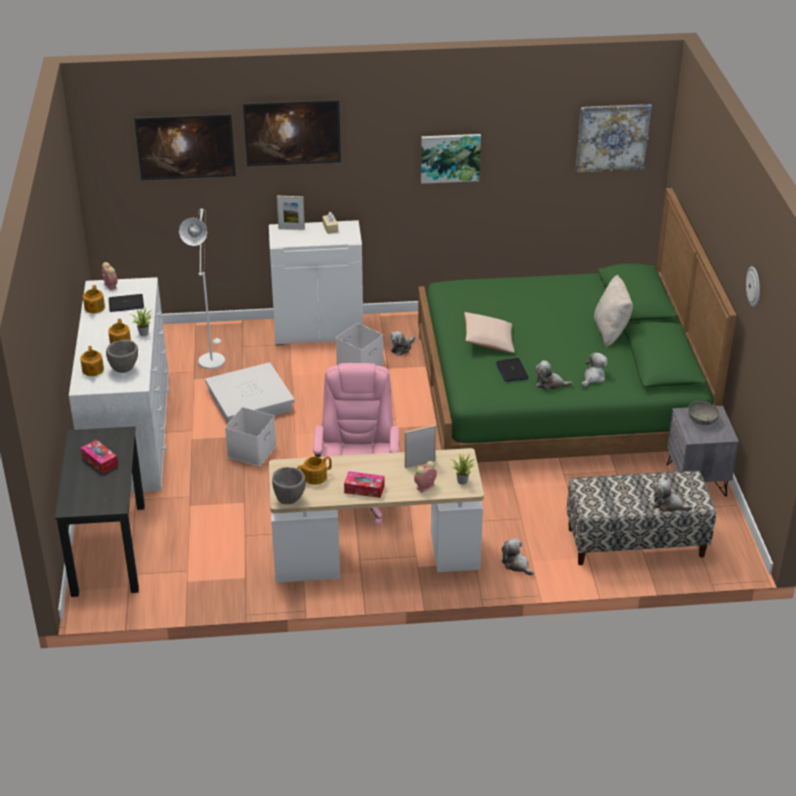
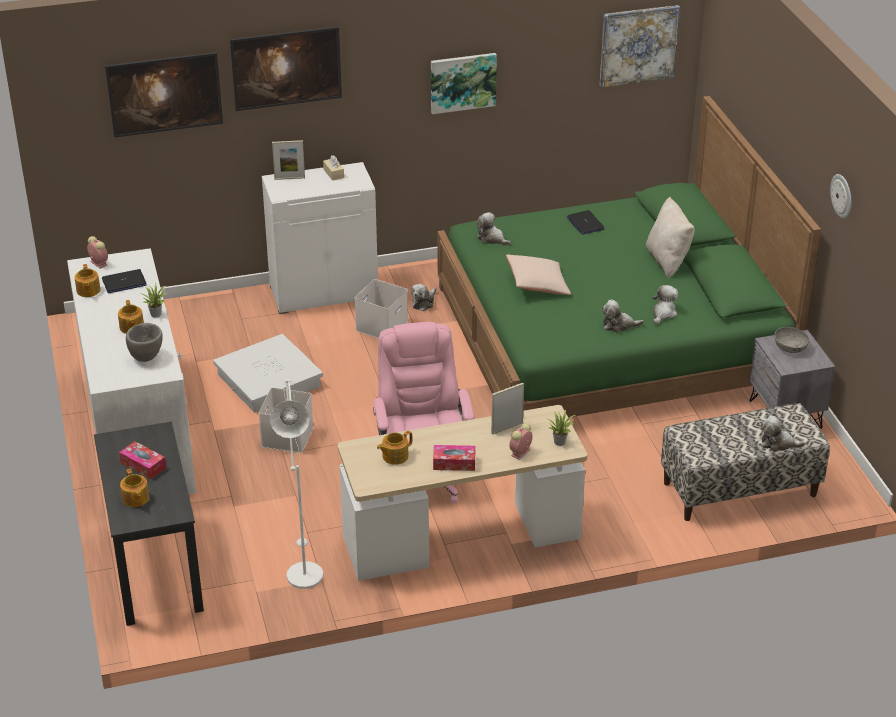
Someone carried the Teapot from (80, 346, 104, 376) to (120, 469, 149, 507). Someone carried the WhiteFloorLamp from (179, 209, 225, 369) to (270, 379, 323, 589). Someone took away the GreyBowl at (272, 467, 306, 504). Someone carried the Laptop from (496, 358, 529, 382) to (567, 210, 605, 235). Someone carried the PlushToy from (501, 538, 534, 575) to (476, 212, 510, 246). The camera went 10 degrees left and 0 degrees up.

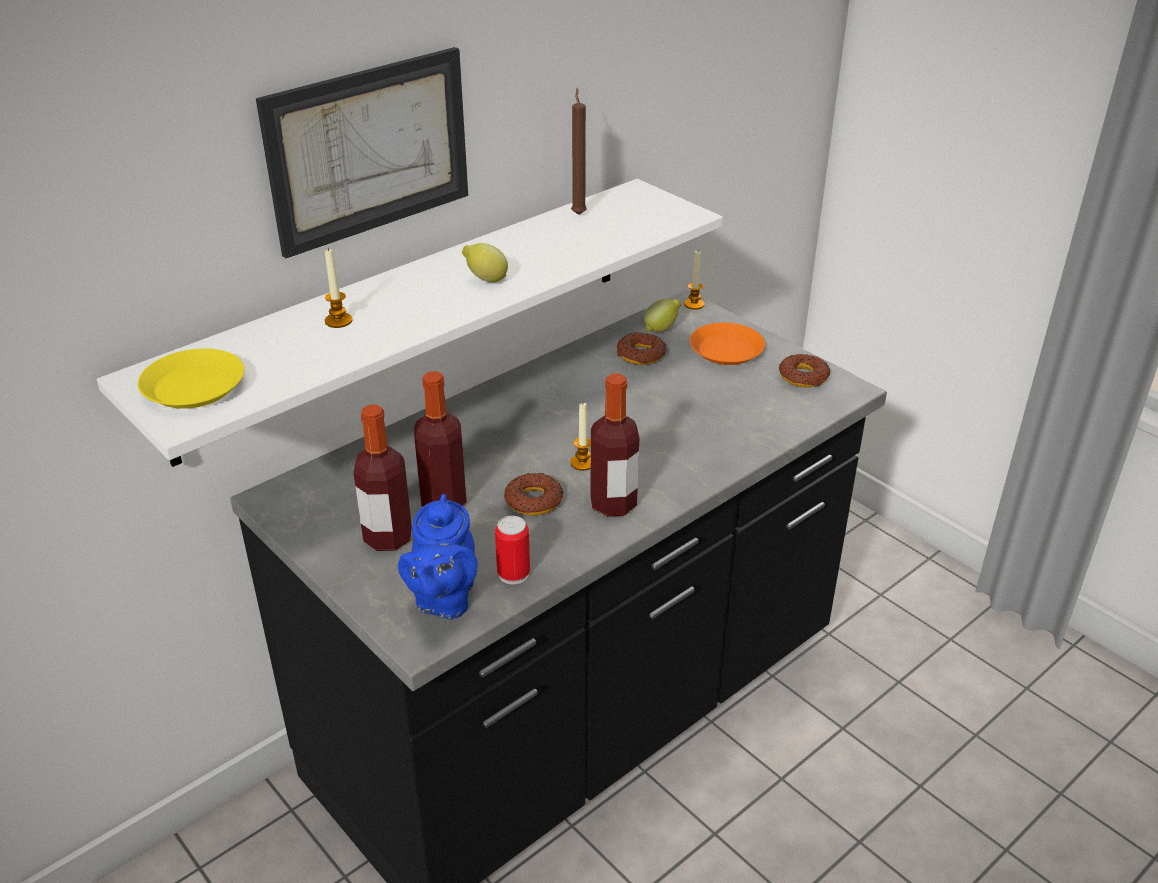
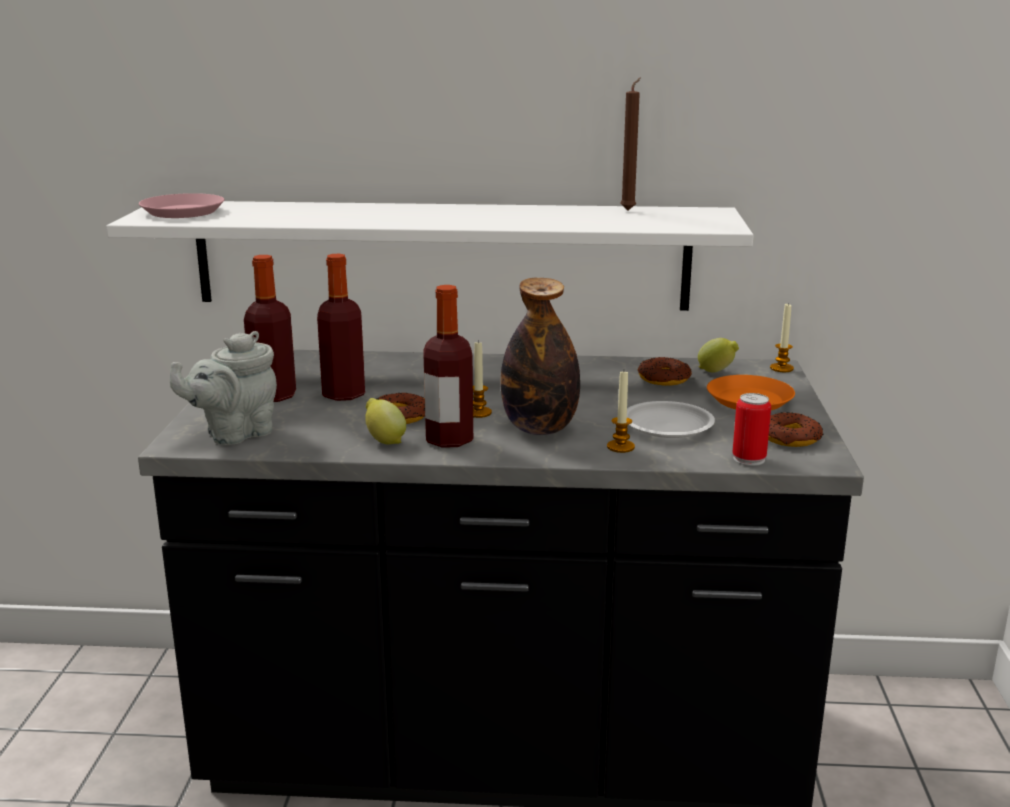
Someone repainted the YellowPlate at (138, 348, 244, 409), which became the PinkPlate at (139, 193, 224, 218). Someone took away the Picture at (256, 47, 468, 258). Someone carried the Candle from (325, 248, 352, 328) to (607, 372, 635, 453). Someone repainted the BlueTeapot at (398, 494, 477, 619), which became the GreyTeapot at (170, 331, 277, 445). Someone carried the Lemon from (462, 243, 508, 282) to (365, 398, 406, 445). Someone carried the Can from (495, 516, 530, 585) to (732, 393, 771, 466). Someone put down the Bottle at (500, 278, 580, 435). Someone put down the WhitePlate at (627, 401, 715, 438). The camera went 45 degrees right and 15 degrees down.

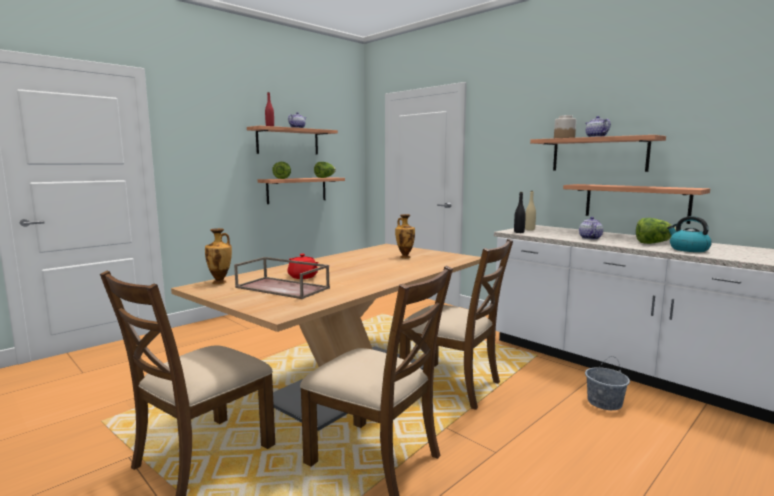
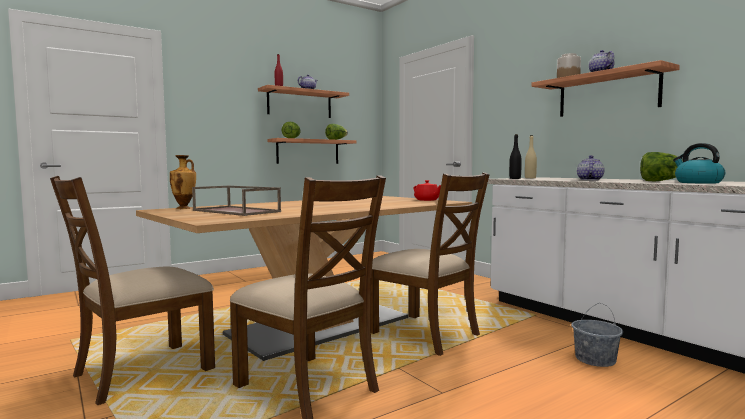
Someone carried the RedTeapot from (288, 254, 319, 279) to (414, 180, 441, 201). Someone took away the Vase at (395, 214, 415, 258). Someone took away the Shelf at (563, 184, 710, 224). The camera went 10 degrees right and 5 degrees down.

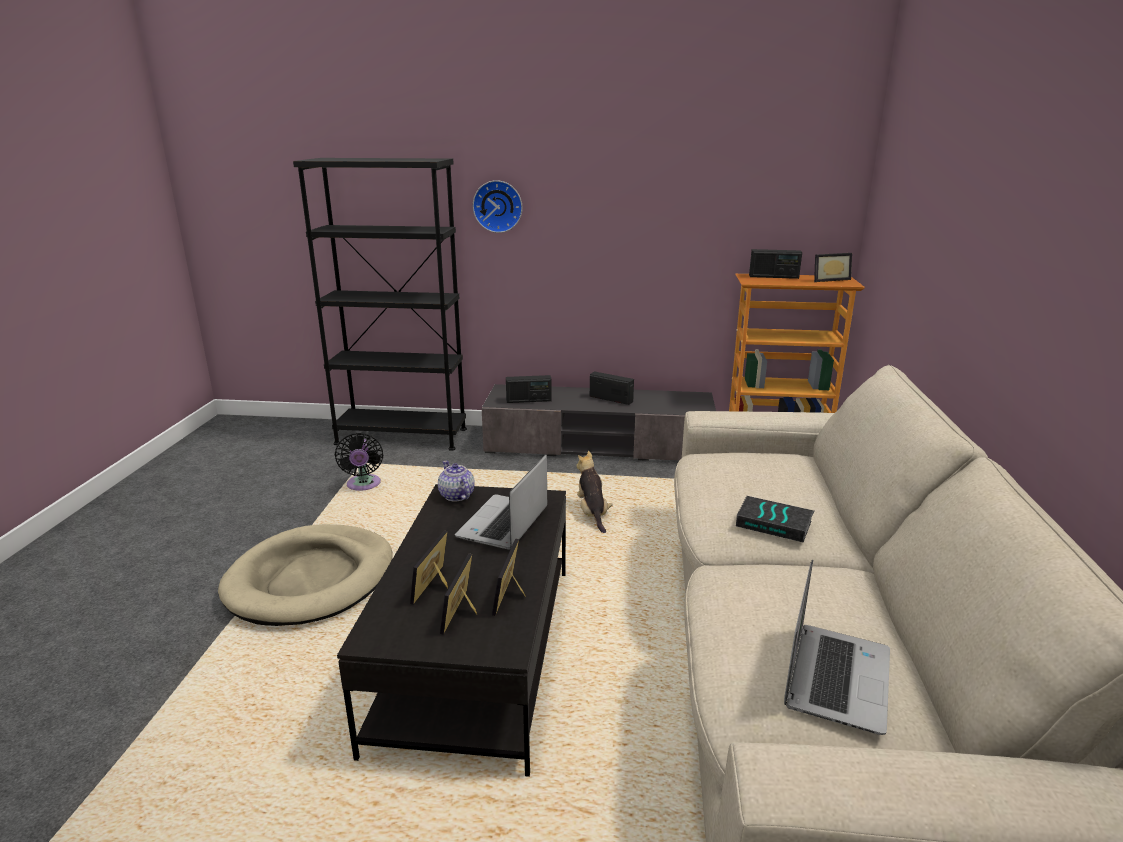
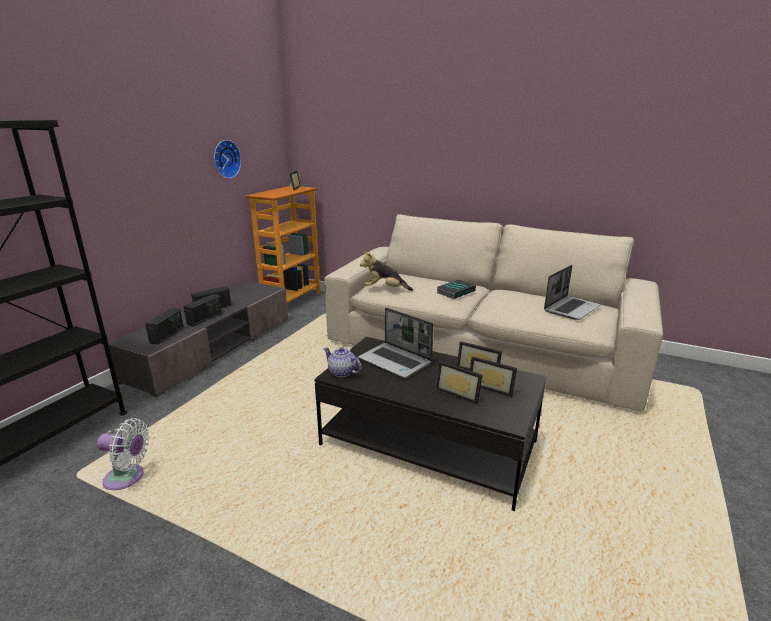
Someone took away the BeigeDogBed at (218, 524, 392, 626). Someone repainted the BlackFan at (335, 433, 383, 491), which became the WhiteFan at (96, 418, 149, 490). Someone rotated the Teapot at (438, 461, 475, 502) by 45 degrees clockwise. Someone carried the WallClock from (473, 180, 522, 233) to (214, 140, 241, 179). Someone carried the PlushToy from (576, 451, 613, 533) to (360, 251, 413, 291). Someone carried the Radio from (749, 249, 802, 279) to (184, 294, 222, 326). Someone rotated the Laptop at (784, 559, 890, 735) by 90 degrees clockwise. The camera went 70 degrees left and 0 degrees up.

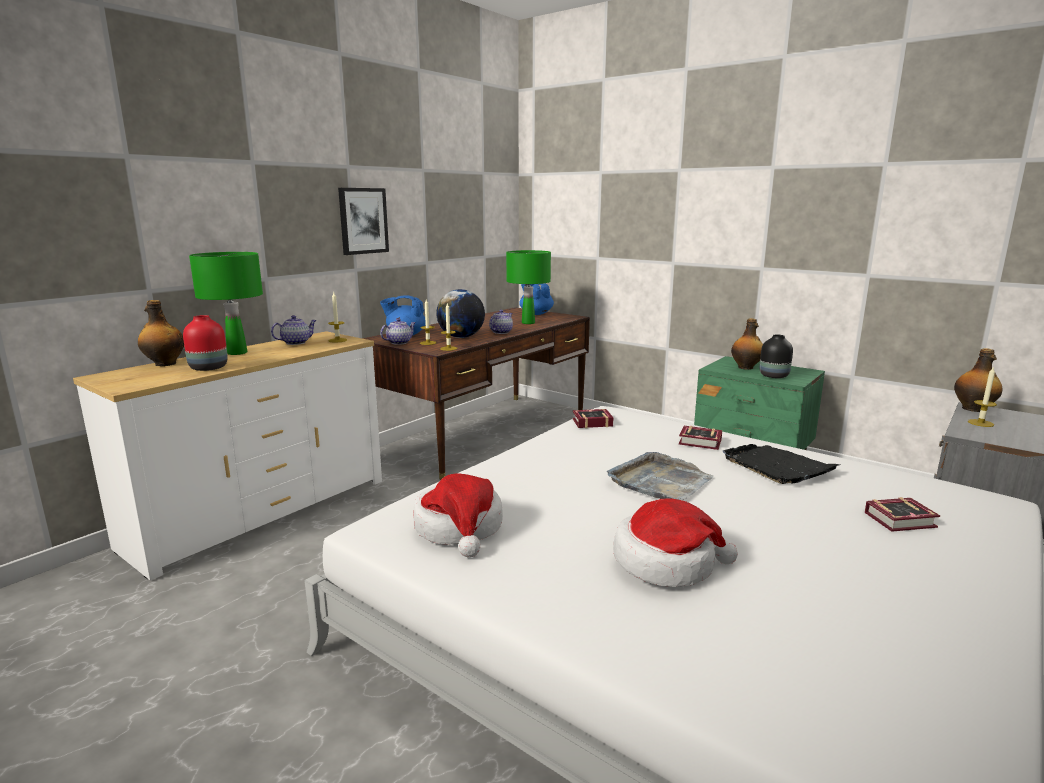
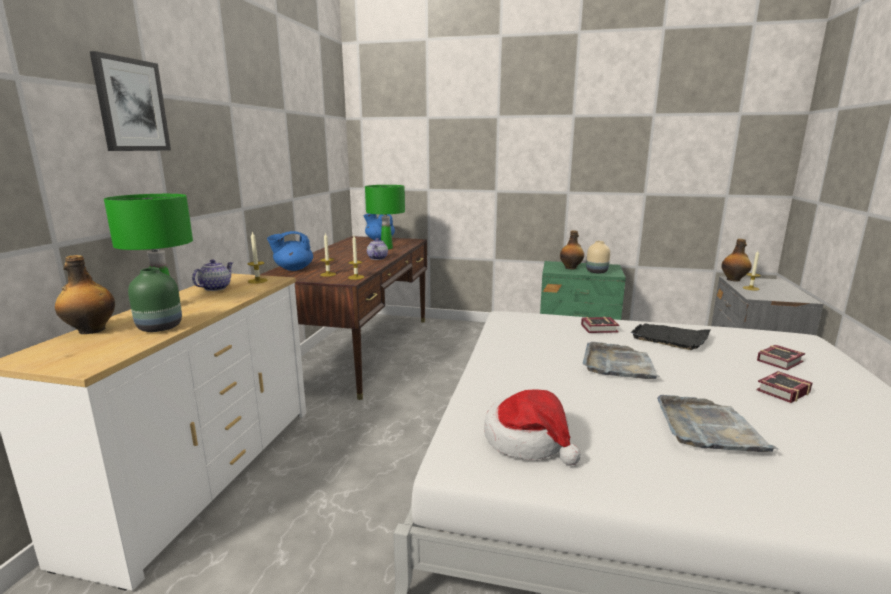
Someone repainted the RedVase at (183, 315, 228, 371), which became the GreenVase at (128, 267, 182, 332). Someone carried the Picture from (338, 188, 389, 255) to (90, 51, 171, 151). Someone took away the Teapot at (380, 318, 416, 345). Someone took away the Globe at (436, 289, 485, 338). Someone carried the Book from (572, 409, 613, 428) to (756, 371, 812, 403). Someone swapped the Hat at (613, 498, 738, 587) for the GreyTray at (657, 395, 779, 452). Someone repainted the BlackVase at (760, 335, 793, 378), which became the BeigeVase at (586, 241, 610, 273). The camera went 25 degrees left and 0 degrees up.

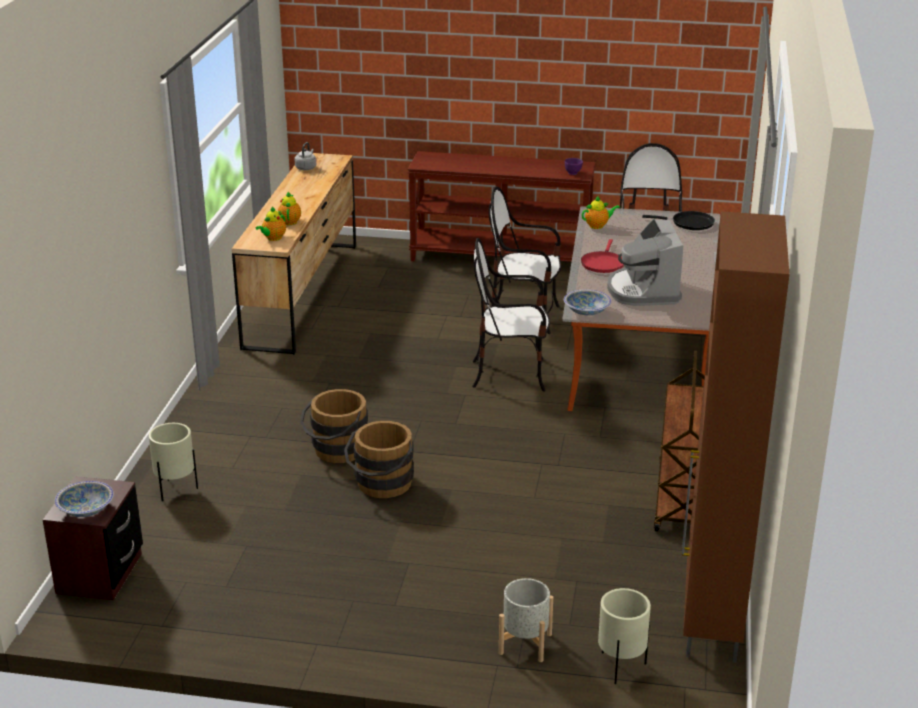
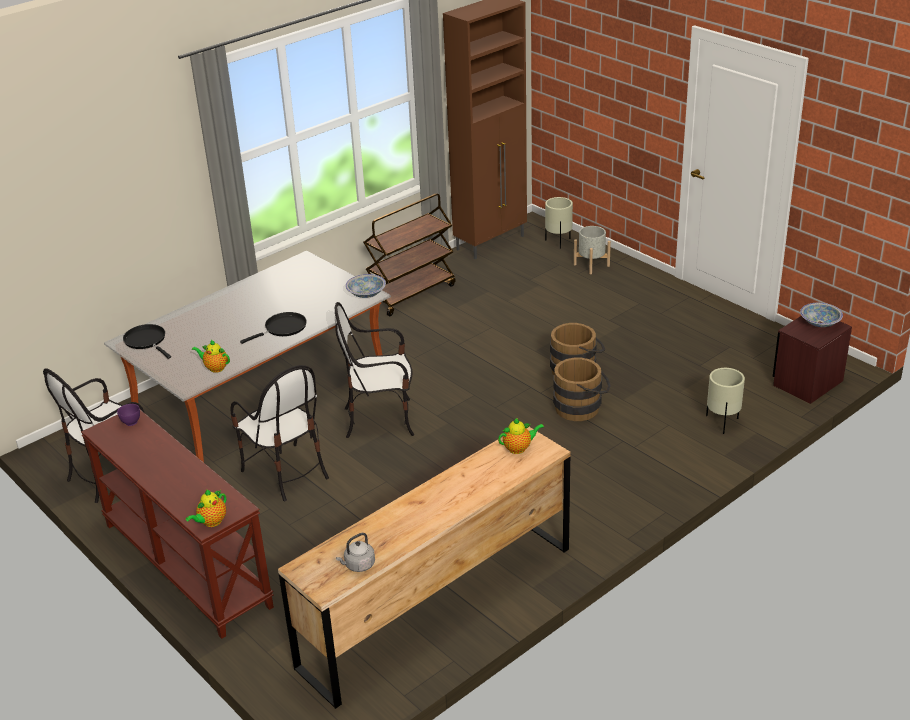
Someone carried the Teapot from (278, 191, 301, 225) to (186, 490, 226, 527). Someone rotated the Chair at (472, 238, 550, 392) by 135 degrees clockwise. Someone repainted the RedFryingPan at (581, 239, 624, 273), which became the BlackFryingPan at (240, 312, 306, 344). Someone took away the CoffeeMachine at (607, 219, 683, 306). The camera went 140 degrees left and 5 degrees up.

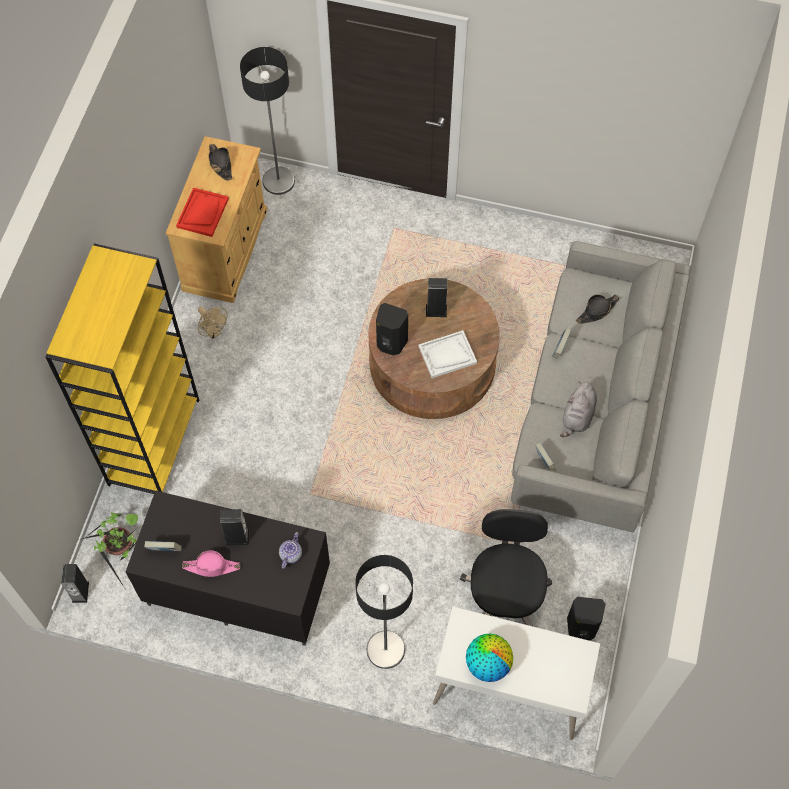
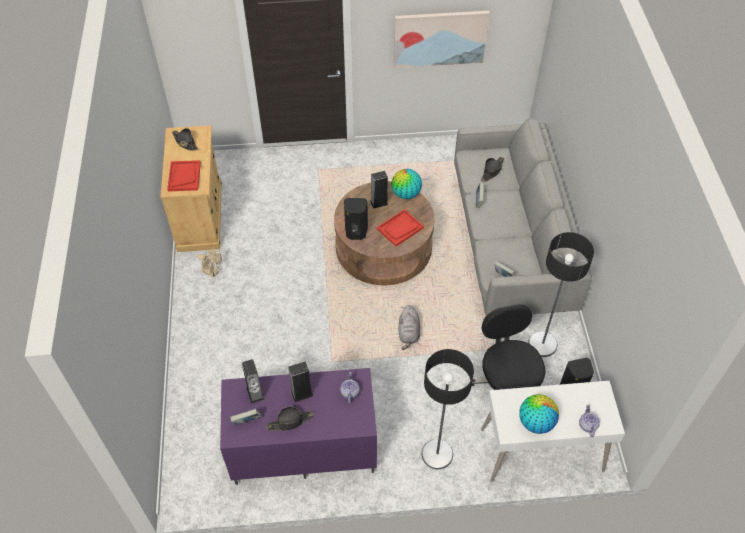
Someone took away the YellowBookcase at (45, 243, 199, 494). Someone carried the Speaker from (61, 564, 89, 603) to (242, 359, 265, 404). Someone took away the PottedPlant at (78, 512, 138, 590). Someone repainted the BlackTvStand at (126, 490, 330, 646), which became the PurpleTvStand at (220, 368, 377, 485). Someone repainted the PinkHat at (182, 550, 240, 577), which became the BlackHat at (266, 407, 314, 431). Someone carried the FloorLamp from (240, 47, 295, 195) to (528, 232, 594, 357). Someone repainted the WhiteTray at (418, 330, 477, 378), which became the RedTray at (377, 209, 424, 247). Someone carried the GreyPlushToy from (560, 382, 597, 437) to (398, 305, 420, 350). Someone put down the Globe at (392, 169, 422, 199). Someone put up the Picture at (394, 11, 490, 68). Someone put down the Teapot at (579, 405, 600, 437). The camera went 20 degrees left and 10 degrees down.

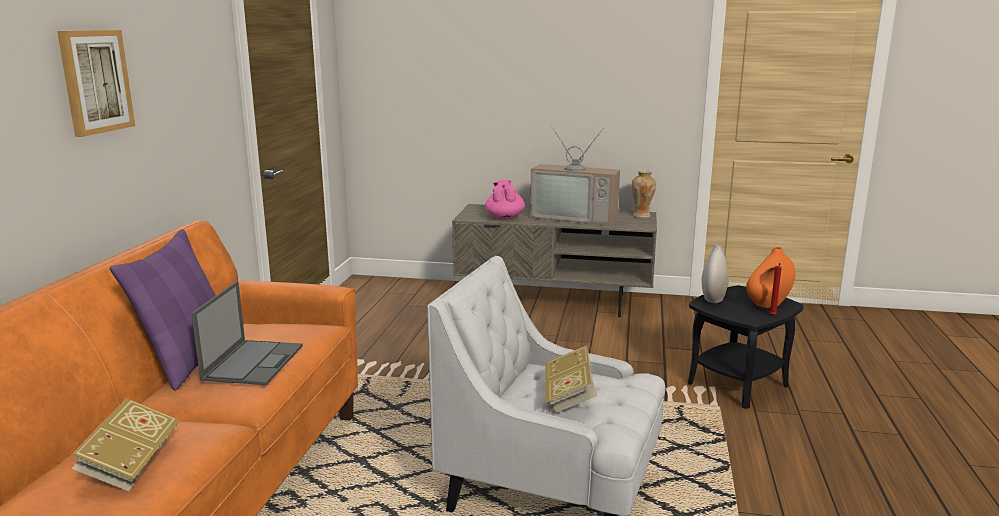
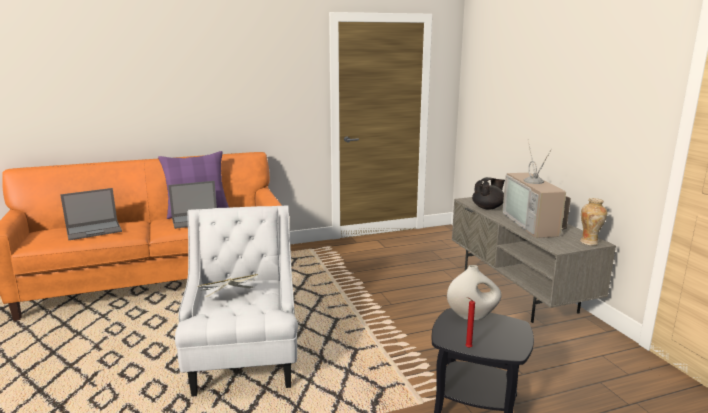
Someone took away the Picture at (57, 30, 135, 137). Someone swapped the Book at (72, 398, 180, 491) for the Laptop at (60, 188, 122, 240). Someone repainted the PinkTeapot at (485, 180, 525, 220), which became the BlackTeapot at (472, 177, 505, 210). Someone took away the OrangeVase at (746, 247, 795, 308). The camera went 60 degrees right and 0 degrees up.

